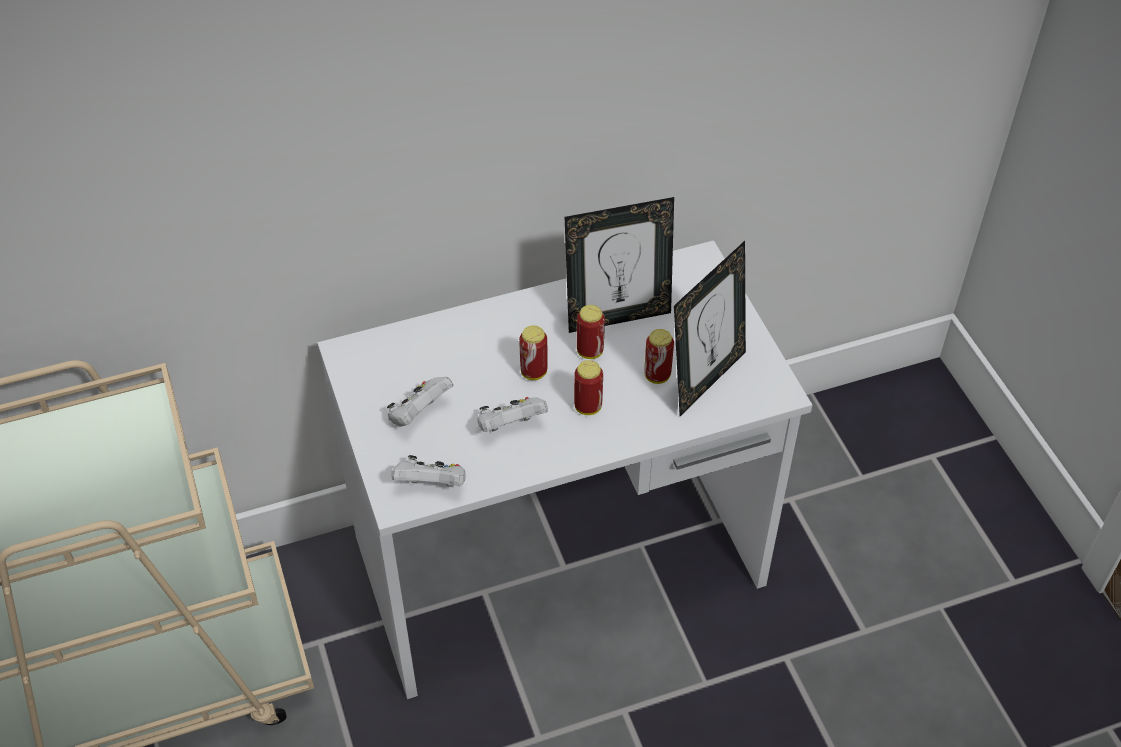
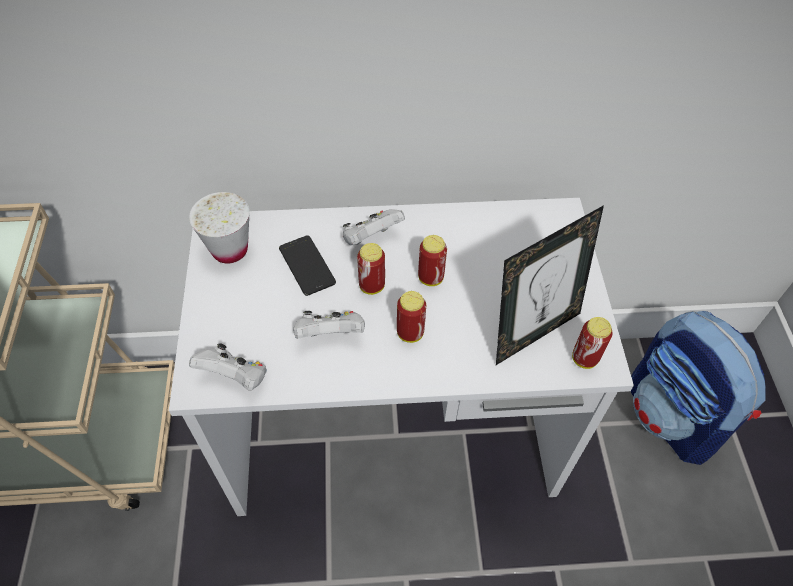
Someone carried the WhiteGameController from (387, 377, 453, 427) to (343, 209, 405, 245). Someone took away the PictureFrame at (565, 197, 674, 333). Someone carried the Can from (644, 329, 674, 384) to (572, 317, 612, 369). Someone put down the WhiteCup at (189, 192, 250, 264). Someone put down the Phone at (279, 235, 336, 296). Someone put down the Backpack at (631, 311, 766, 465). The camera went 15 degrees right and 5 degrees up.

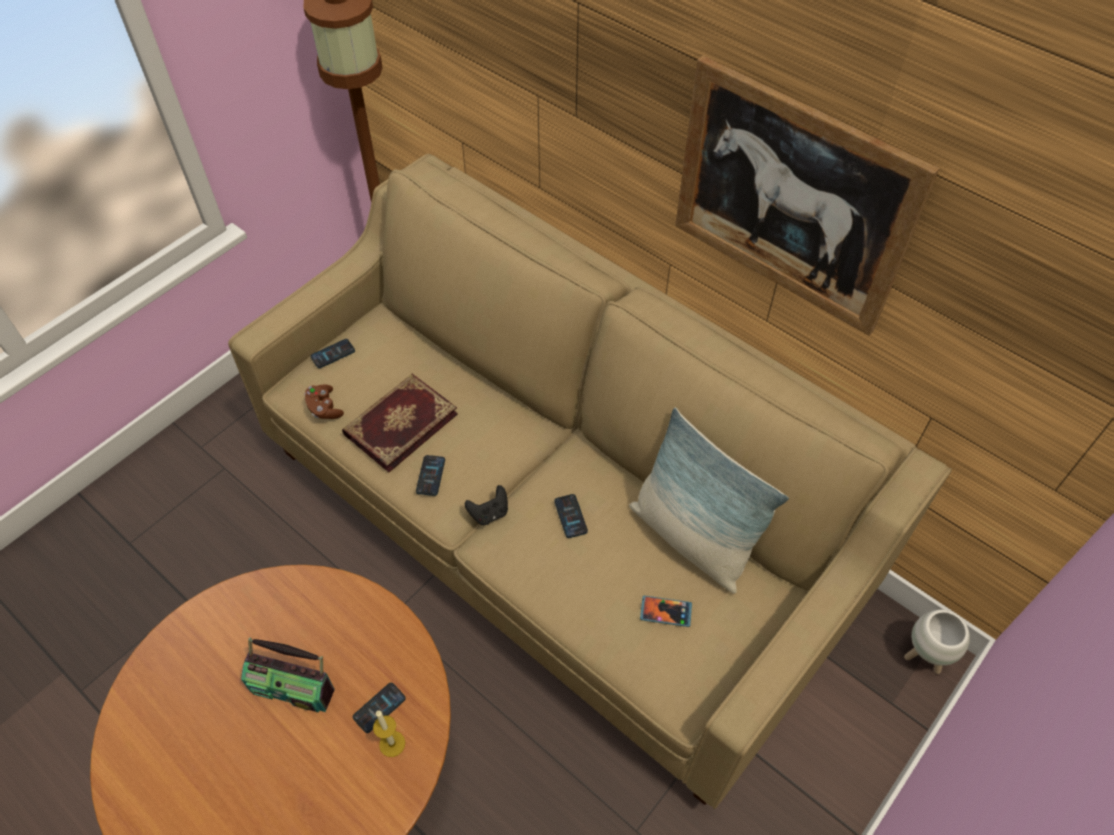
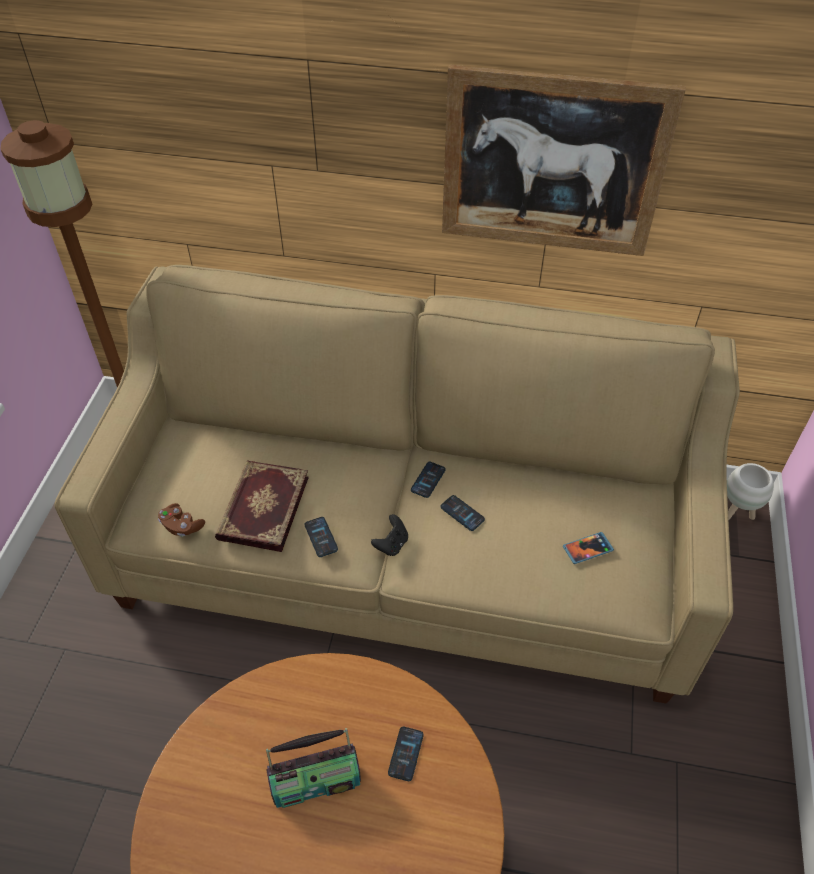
Someone carried the Phone from (311, 339, 355, 368) to (411, 462, 446, 498). Someone took away the Candle at (373, 711, 405, 757). Someone took away the Pillow at (629, 408, 789, 594). The camera went 30 degrees left and 5 degrees down.

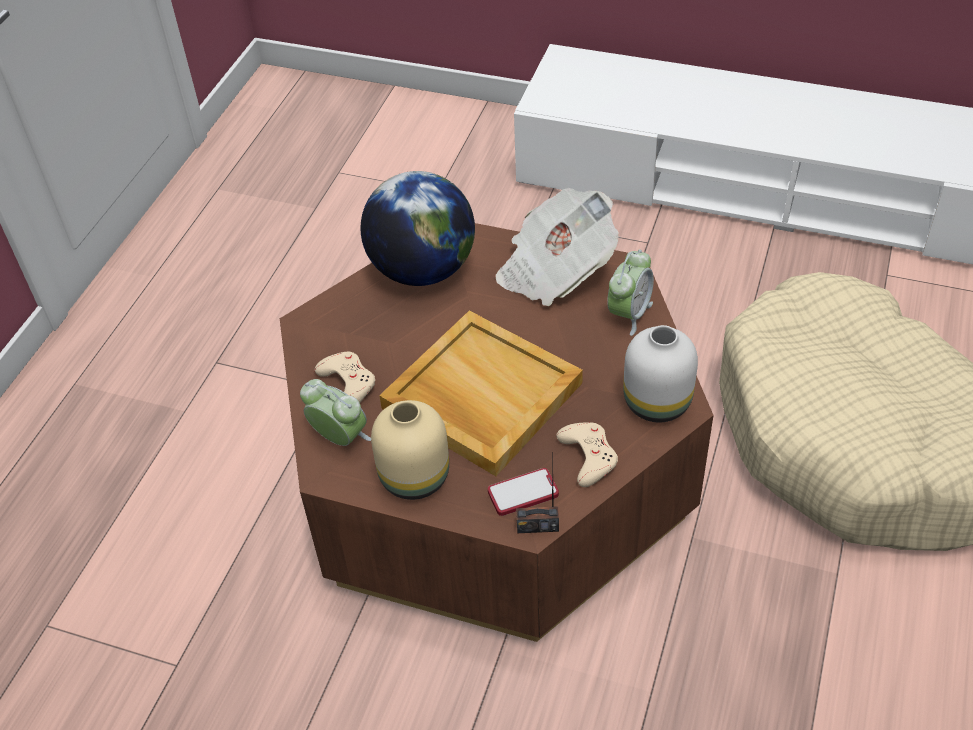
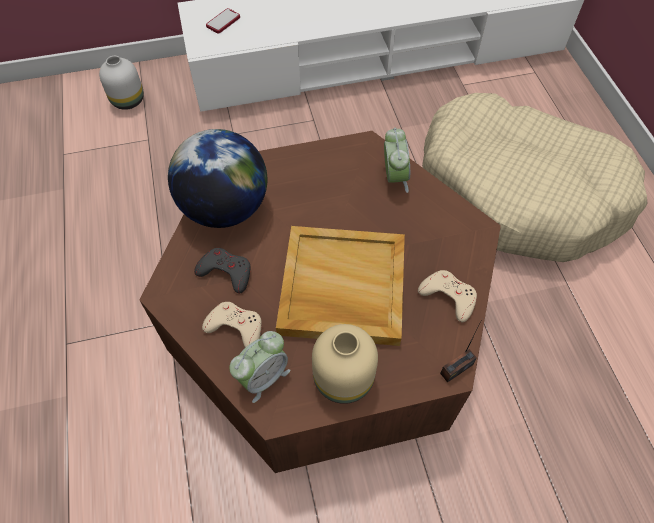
Someone rotated the AlarmClock at (300, 379, 371, 446) by 135 degrees clockwise. Someone carried the Phone from (488, 468, 559, 516) to (206, 8, 240, 33). Someone took away the Newspaper at (495, 188, 619, 306). Someone carried the WhiteVase from (623, 325, 698, 422) to (99, 56, 144, 110). Someone put down the GreyGameController at (194, 248, 250, 293). The camera went 35 degrees left and 10 degrees up.

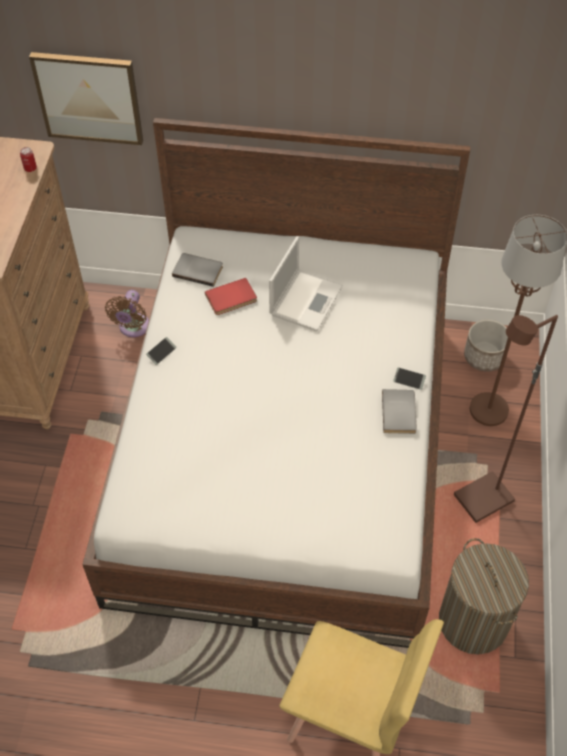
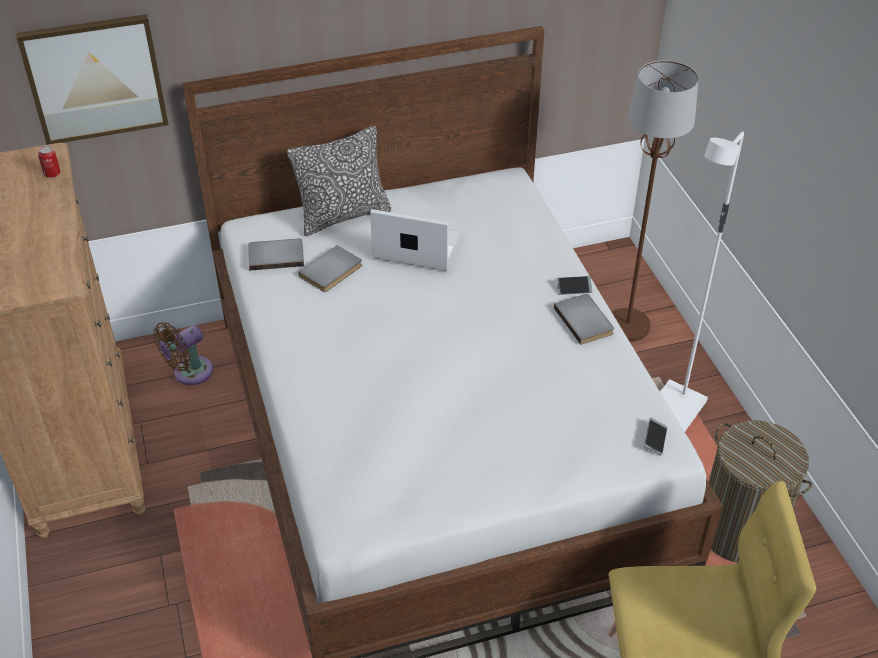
Someone rotated the BrownFan at (105, 290, 149, 337) by 60 degrees clockwise. Someone carried the Phone from (146, 337, 177, 365) to (644, 418, 667, 455). Someone repainted the RedBook at (205, 278, 257, 315), which became the GreyBook at (298, 245, 362, 292). Someone rotated the Laptop at (269, 236, 343, 332) by 75 degrees counterclockwise. Someone repainted the BrownFloorLamp at (454, 315, 558, 523), which became the WhiteFloorLamp at (660, 131, 744, 432). Someone took away the Planter at (464, 320, 508, 372). Someone put down the Pillow at (287, 126, 391, 236). The camera went 25 degrees left and 10 degrees down.

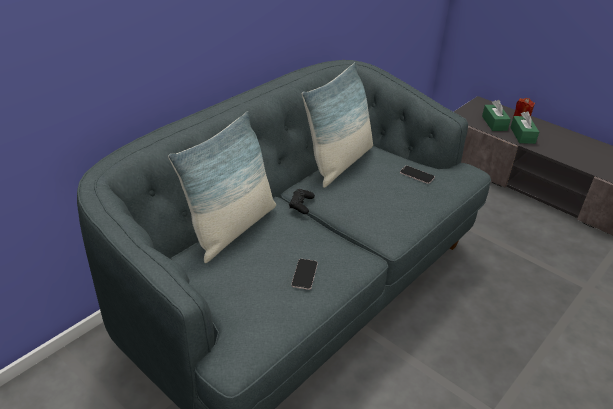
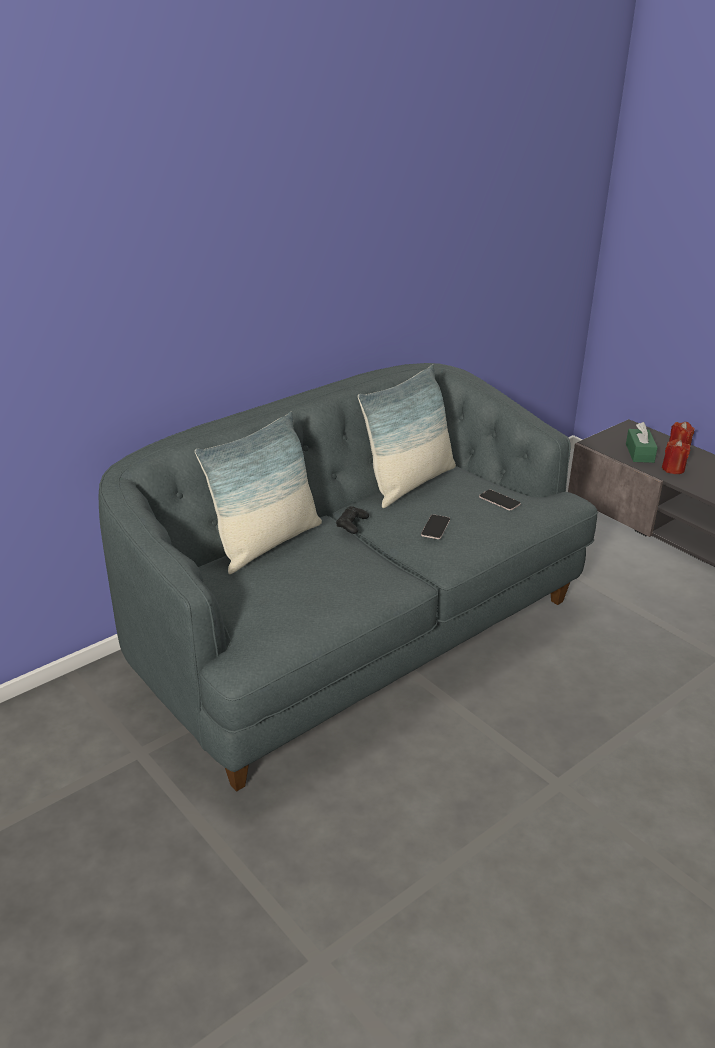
Someone carried the Phone from (291, 259, 318, 290) to (421, 515, 450, 539). Someone swapped the GreenTissueBox at (510, 111, 539, 144) for the RedCandle at (662, 439, 690, 474). The camera went 10 degrees right and 5 degrees down.

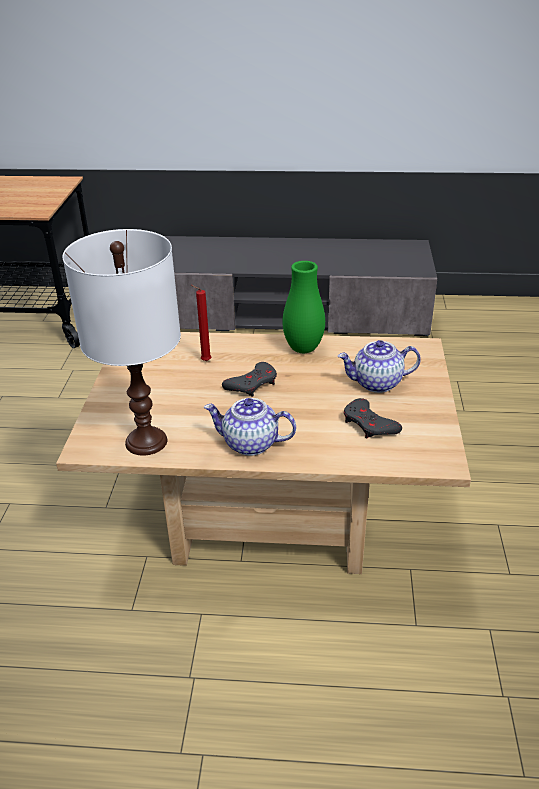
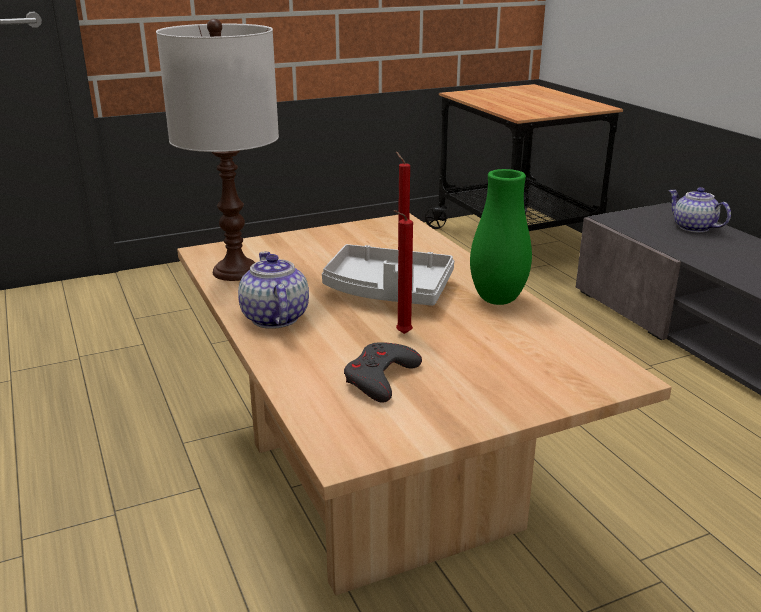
Someone swapped the GreyGameController at (222, 362, 277, 397) for the GreyTray at (322, 244, 454, 306). Someone carried the Teapot from (338, 340, 421, 393) to (668, 187, 731, 233). Someone put down the RedCandle at (393, 210, 413, 334). The camera went 60 degrees right and 10 degrees down.

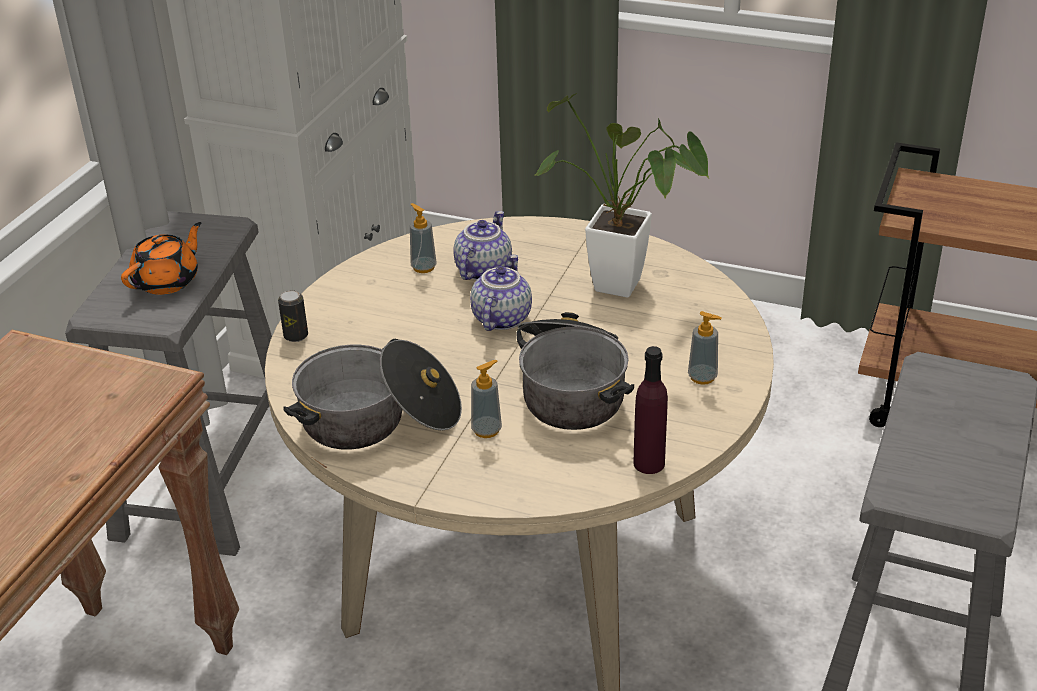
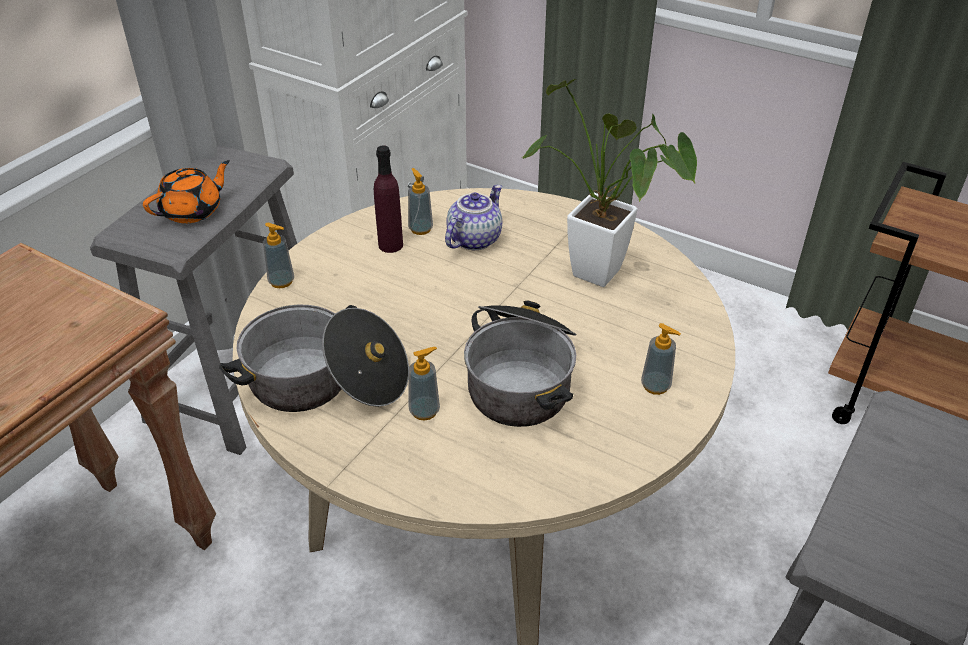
Someone swapped the Can at (278, 290, 308, 342) for the SoapDispenser at (263, 223, 294, 288). Someone took away the Teapot at (470, 255, 532, 331). Someone carried the PurpleBottle from (634, 346, 668, 474) to (374, 145, 403, 253). The camera went 10 degrees right and 5 degrees up.

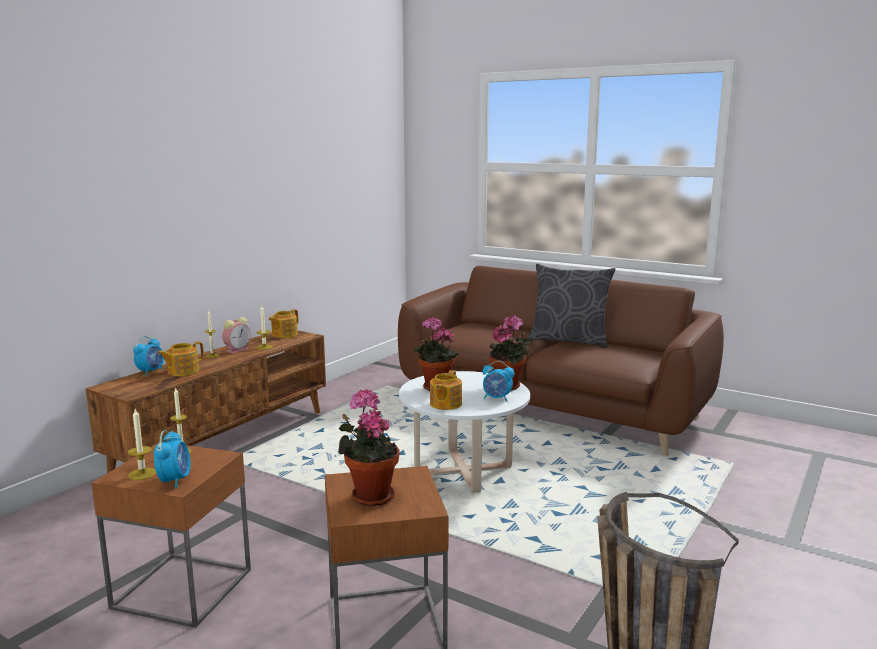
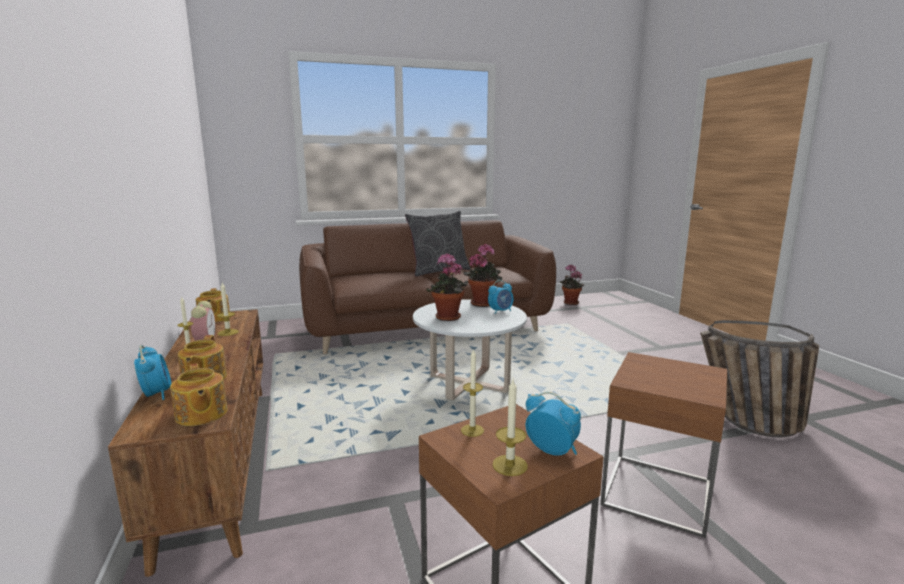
Someone carried the PottedPlant from (338, 389, 400, 506) to (560, 265, 584, 305). Someone carried the Teapot from (430, 370, 462, 410) to (170, 363, 228, 426). The camera went 50 degrees left and 0 degrees up.

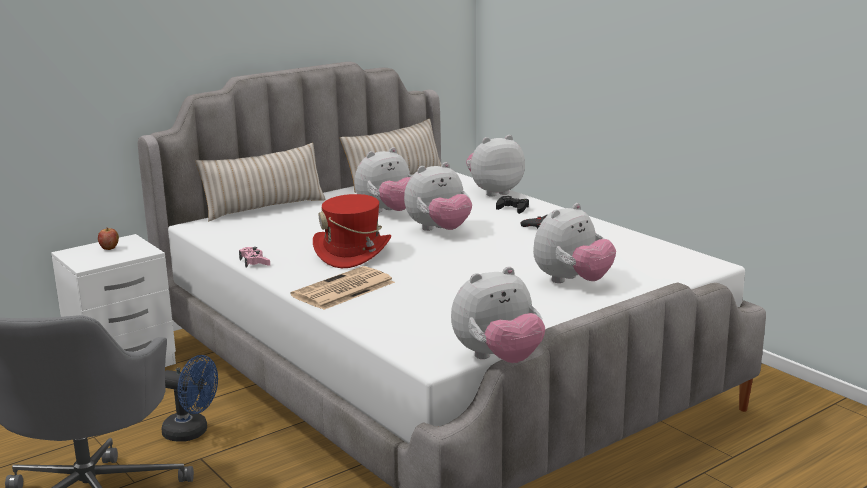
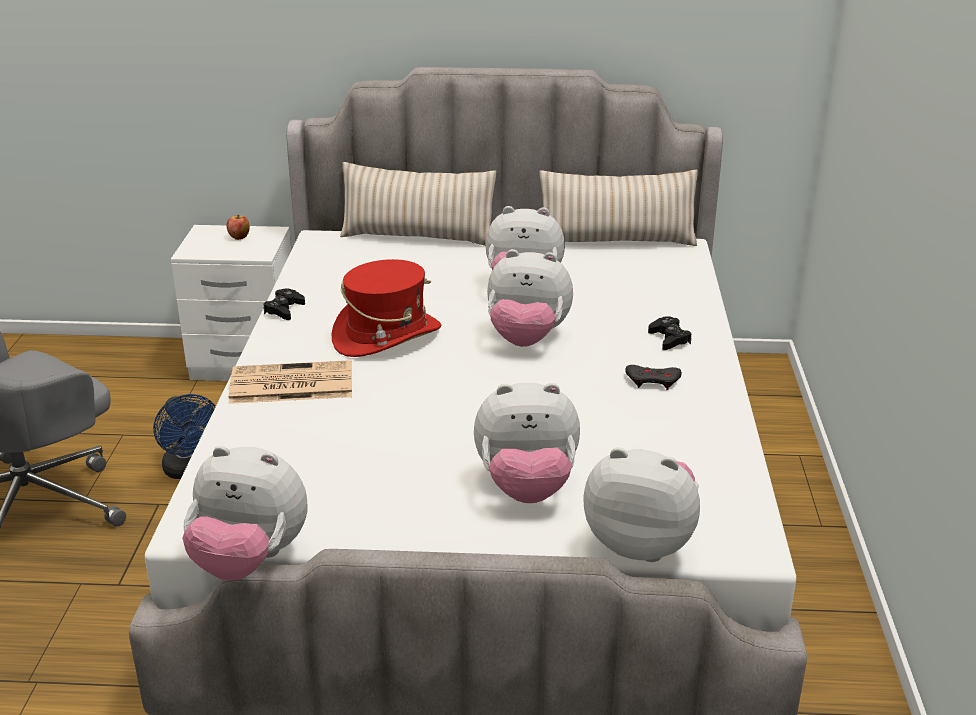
Someone repainted the PinkGameController at (239, 247, 270, 268), which became the BlackGameController at (263, 289, 305, 320). Someone carried the PlushToy from (466, 135, 525, 196) to (583, 447, 700, 562). The camera went 40 degrees right and 10 degrees up.

